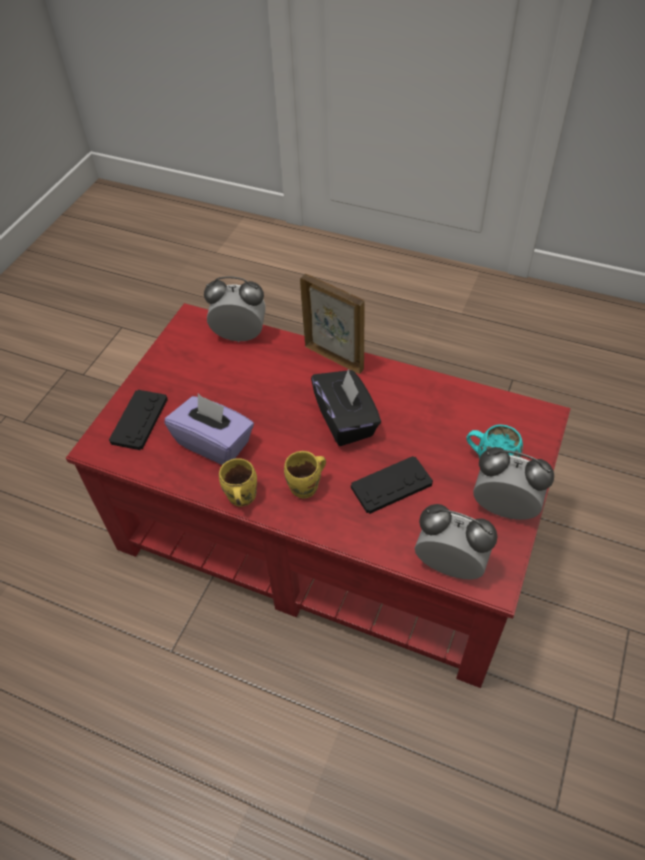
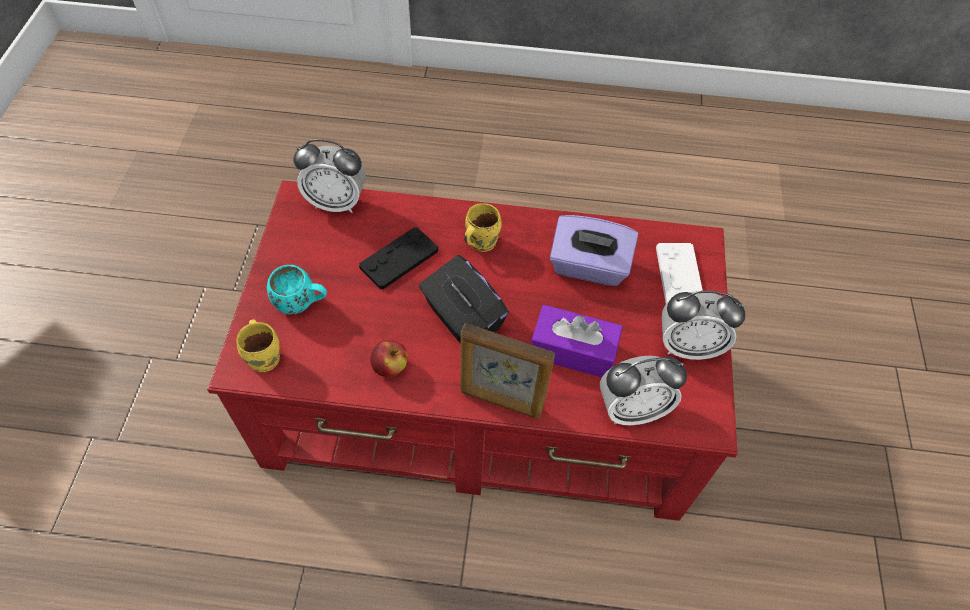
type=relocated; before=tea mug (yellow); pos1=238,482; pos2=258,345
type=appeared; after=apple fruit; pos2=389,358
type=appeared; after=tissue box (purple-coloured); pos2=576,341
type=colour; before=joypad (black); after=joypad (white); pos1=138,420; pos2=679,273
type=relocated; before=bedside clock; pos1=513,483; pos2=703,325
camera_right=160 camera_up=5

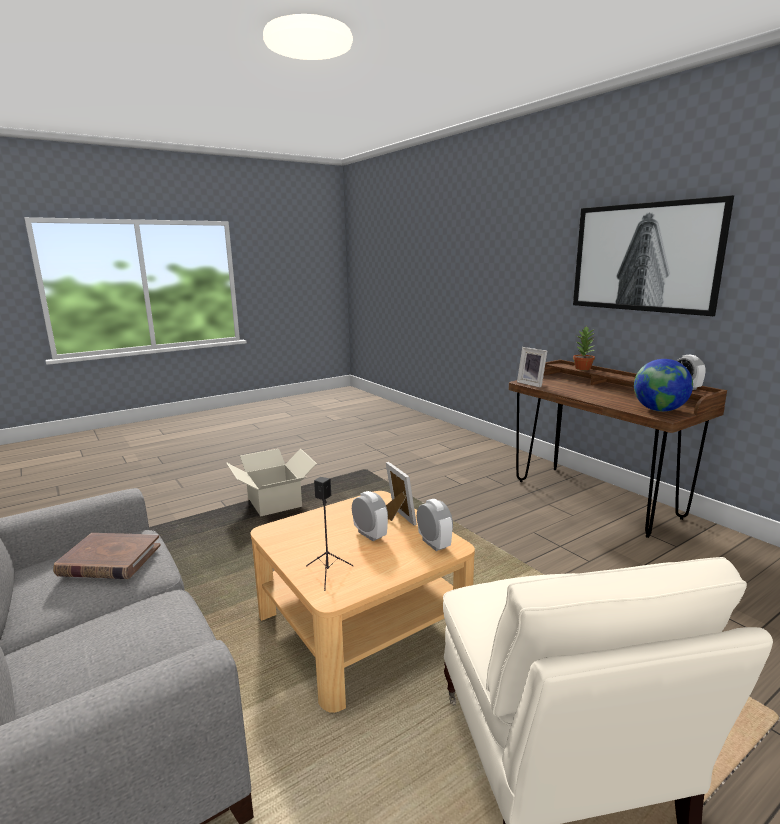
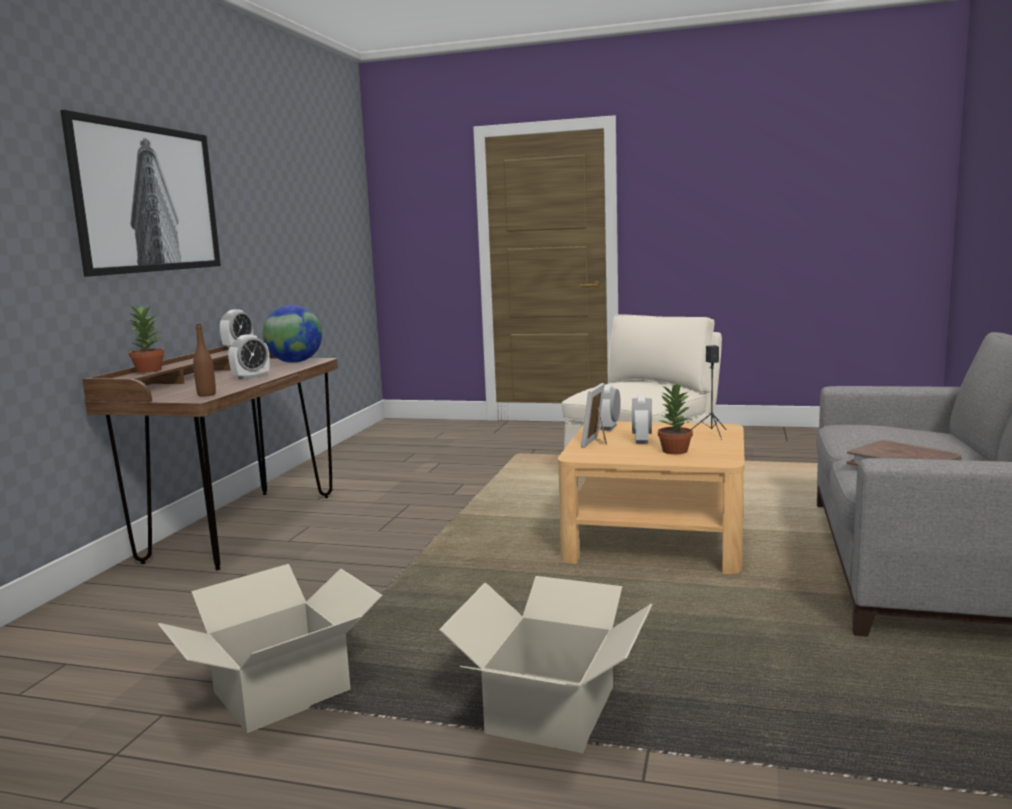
type=appeared; after=cardboard box; pos2=270,648
type=exchanged; before=picture frame; after=beverage bottle (brownish); pos1=532,367; pos2=204,360
type=appeared; after=bedside clock; pos2=249,357
type=appeared; after=plant in a pot; pos2=675,418
camera_right=-130 camera_up=-5

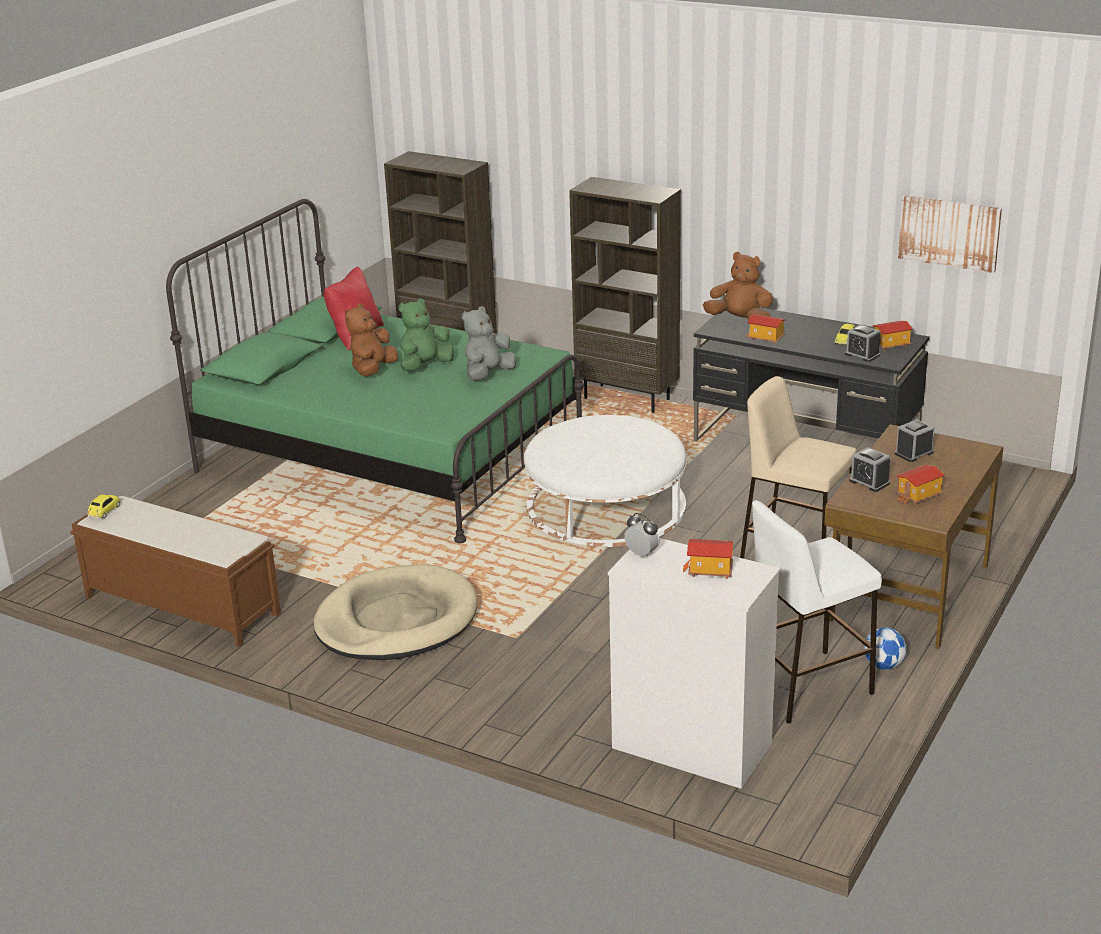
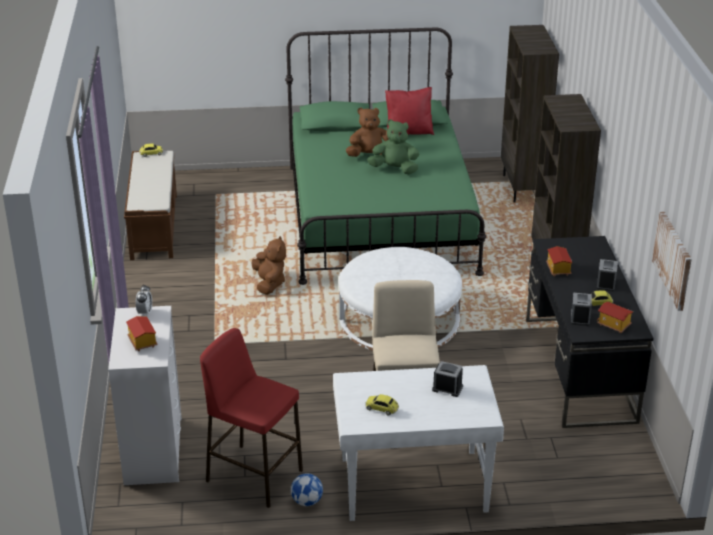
type=colour; before=stool (white); after=stool (red-coloured); pos1=817,612; pos2=251,418
type=relocated; before=plush toy (brownish); pos1=738,286; pos2=268,265
type=colour; before=desk table (brownish); after=desk table (white); pos1=913,536; pos2=418,443
type=exchanged; before=toy house; after=model car; pos1=920,485; pos2=382,405
type=relocated; before=bedside clock; pos1=869,469; pos2=607,275
type=missing; before=dog cushion (beige); pos1=396,612
type=missing; before=plush toy (greyish); pos1=489,343
camera_right=55 camera_up=5

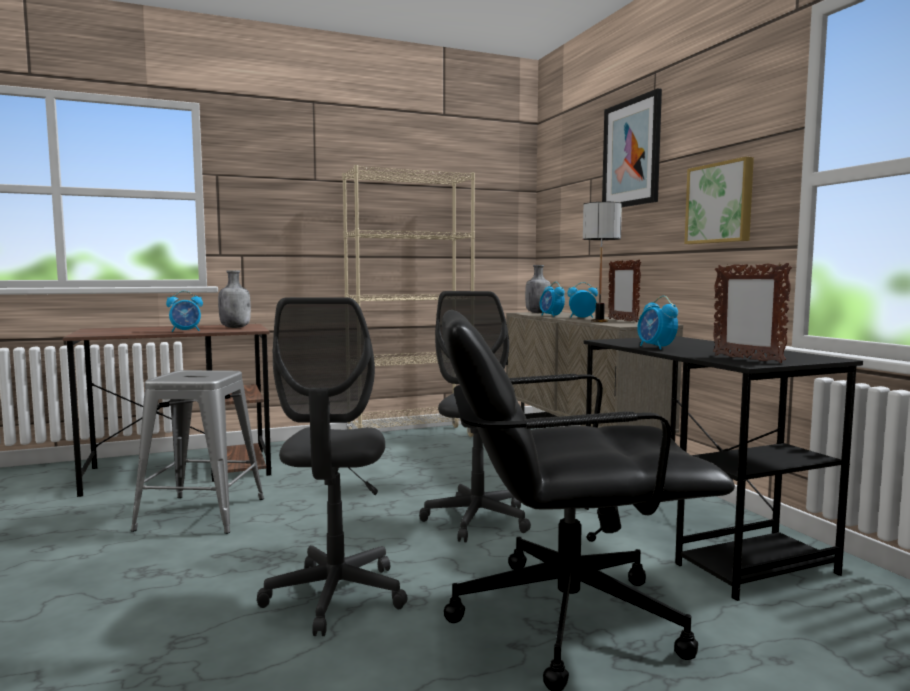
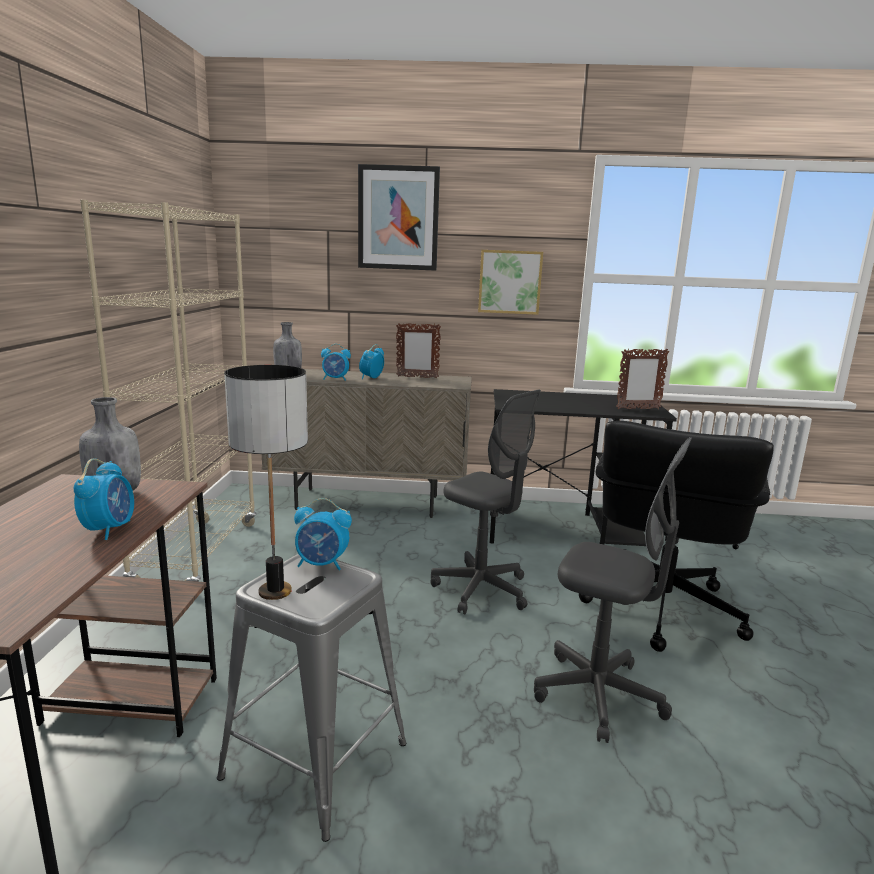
type=relocated; before=table lamp; pos1=602,262; pos2=266,482
type=relocated; before=bedside clock; pos1=657,323; pos2=323,534
camera_right=-65 camera_up=10

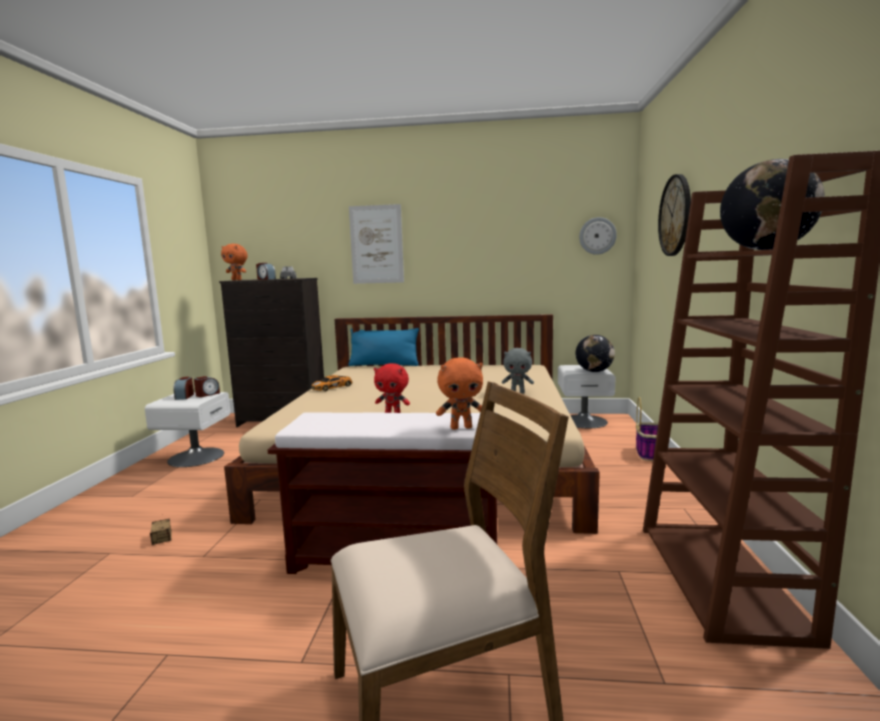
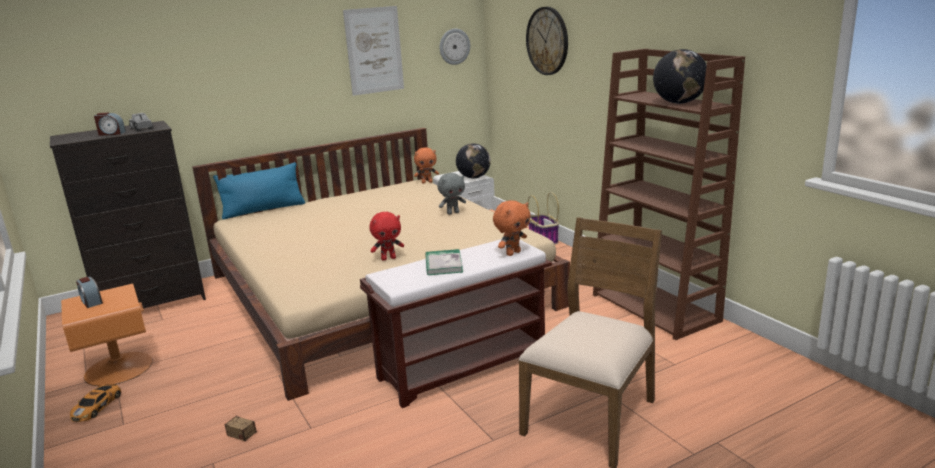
type=colour; before=night table (white); after=night table (orange-coloured); pos1=187,429; pos2=107,335
type=relocated; before=model car; pos1=332,383; pos2=95,403
type=relocated; before=wall art; pos1=376,244; pos2=373,51
type=relocated; before=plush toy (orange-coloured); pos1=234,262; pos2=426,165
type=appeared; after=volume; pos2=444,262
type=missing; before=bedside clock; pos1=207,386
camera_right=-35 camera_up=10

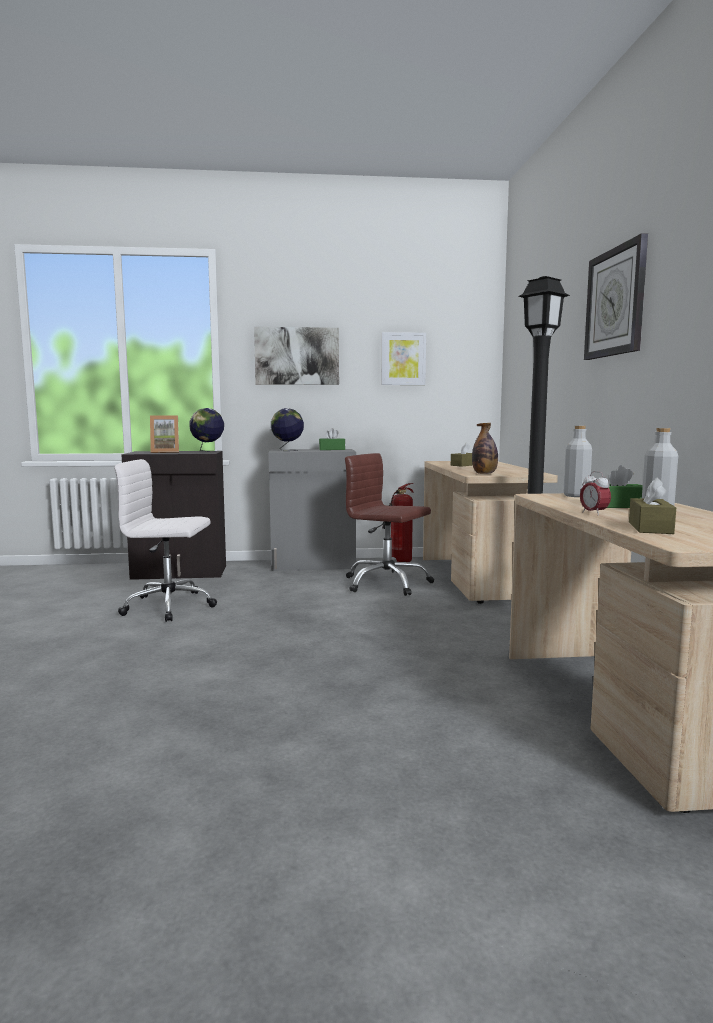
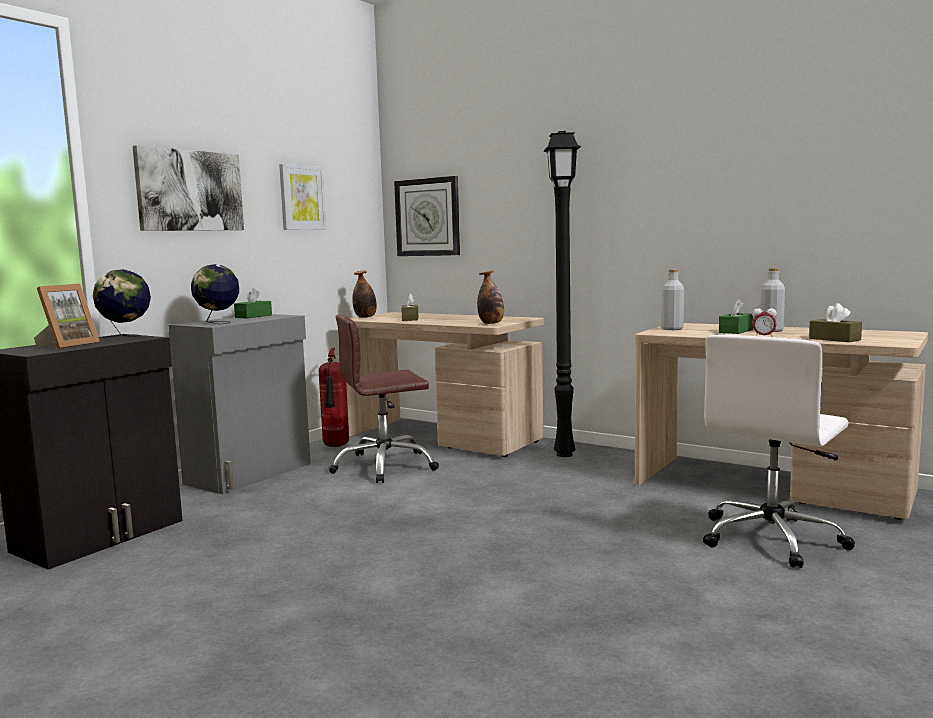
type=appeared; after=beverage bottle; pos2=364,294
type=relocated; before=wall clock; pos1=616,296; pos2=427,216
type=relocated; before=office chair (white); pos1=165,540; pos2=779,451
camera_right=-50 camera_up=0

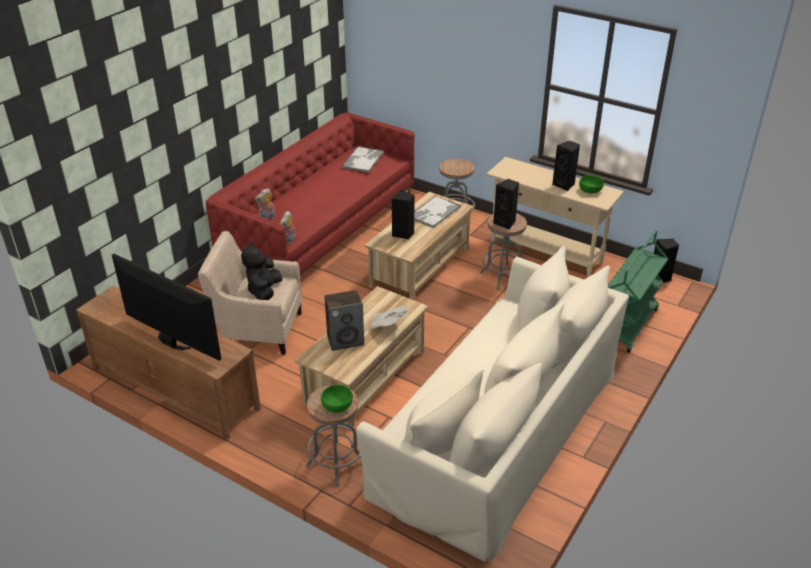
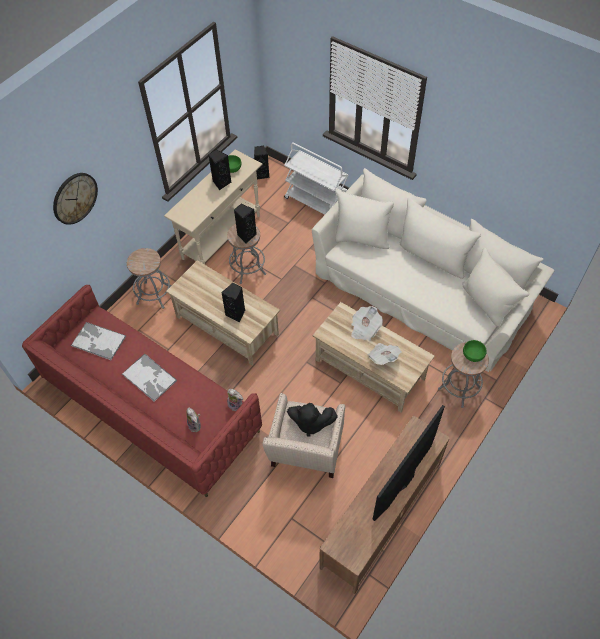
type=appeared; after=wall clock; pos2=75,199
type=relocated; before=serving tray; pos1=437,212; pos2=149,377
type=colour; before=wheeled cart (green); after=wheeled cart (white); pos1=638,292; pos2=316,178
type=exchanged; before=audio speaker; after=daily paper; pos1=344,320; pos2=385,354
camera_right=-85 camera_up=20

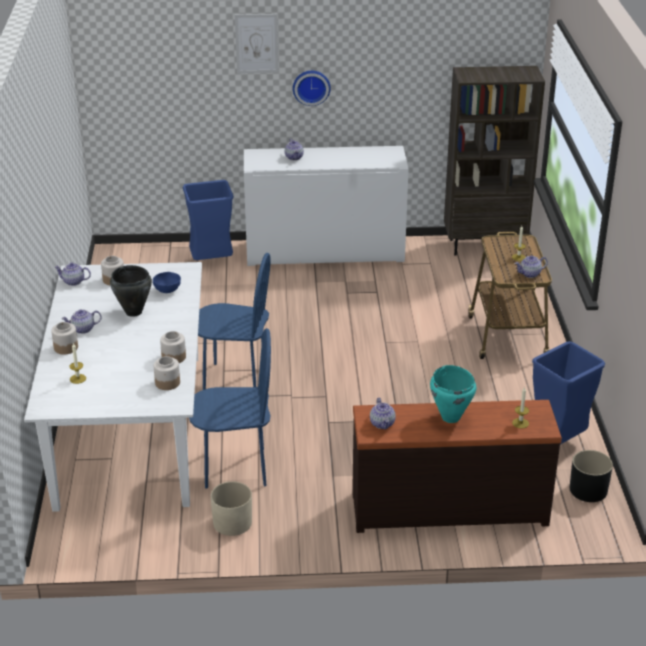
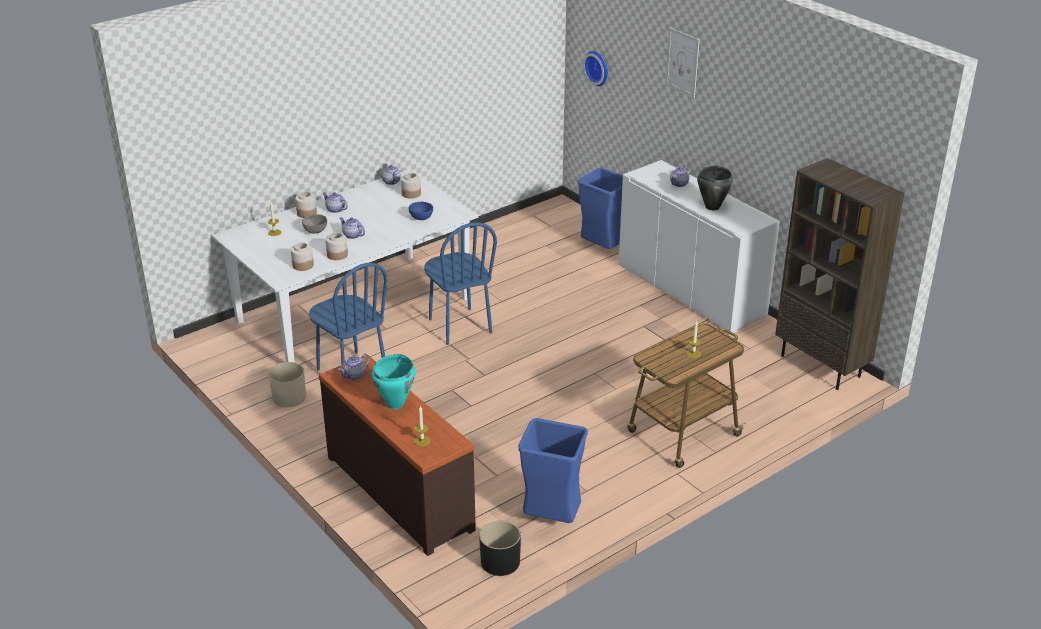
type=appeared; after=deep dish (greyish); pos2=314,224
type=relocated; before=teapot; pos1=531,266; pos2=352,228
type=relocated; before=wall clock; pos1=312,88; pos2=595,68
type=relocated; before=stockpot (black); pos1=131,291; pos2=715,188
camera_right=55 camera_up=0

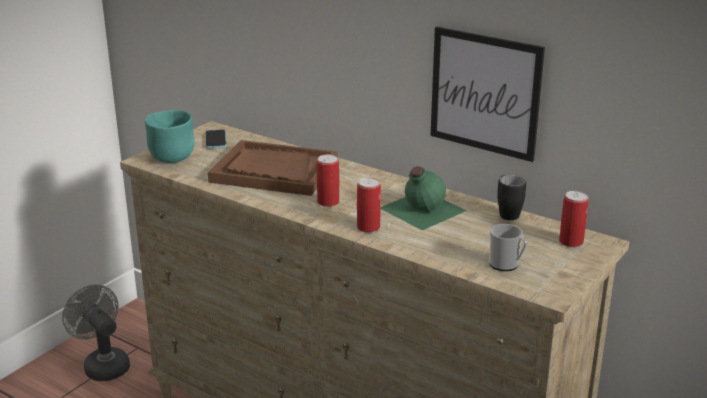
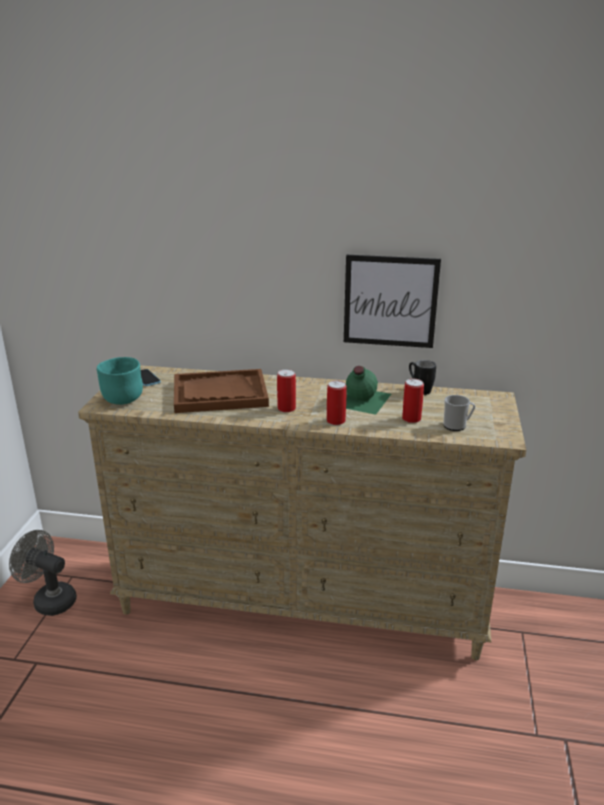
type=relocated; before=sealed can; pos1=574,219; pos2=413,401
camera_right=-25 camera_up=0

